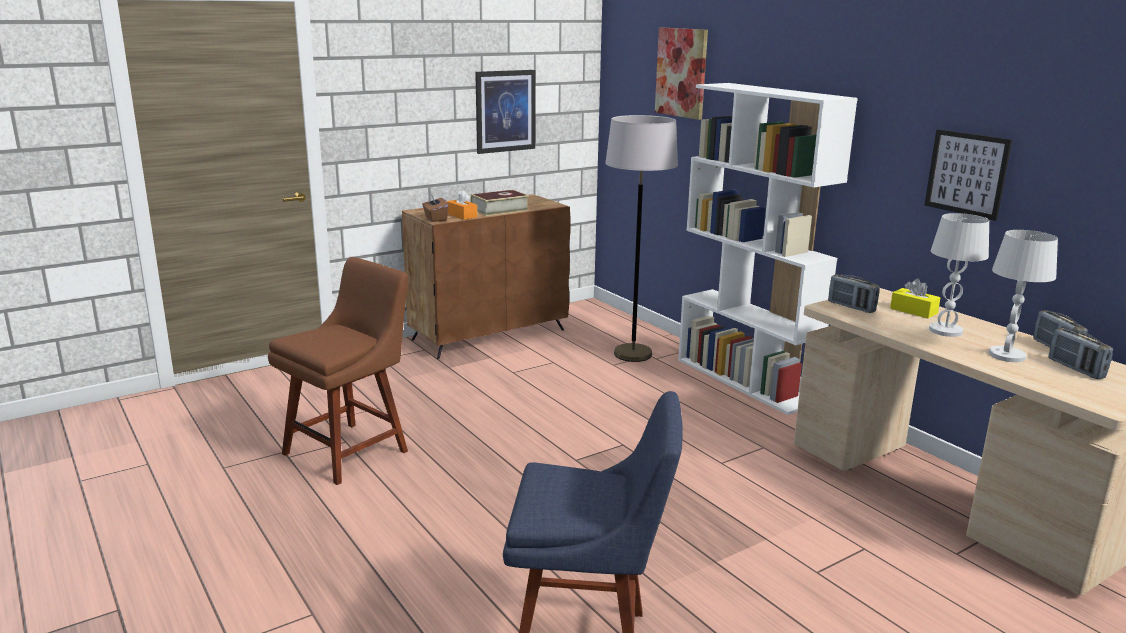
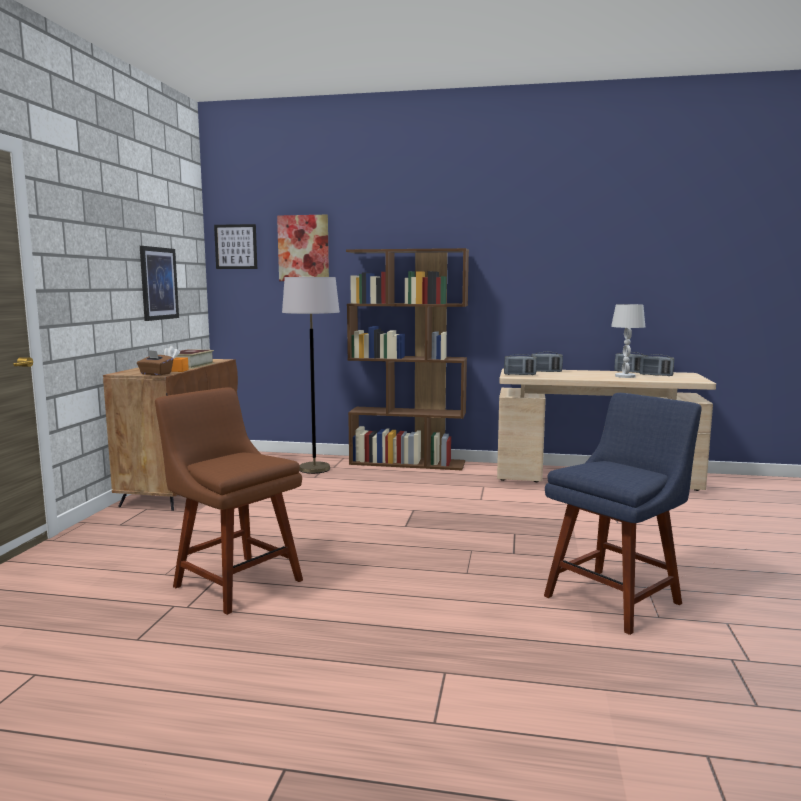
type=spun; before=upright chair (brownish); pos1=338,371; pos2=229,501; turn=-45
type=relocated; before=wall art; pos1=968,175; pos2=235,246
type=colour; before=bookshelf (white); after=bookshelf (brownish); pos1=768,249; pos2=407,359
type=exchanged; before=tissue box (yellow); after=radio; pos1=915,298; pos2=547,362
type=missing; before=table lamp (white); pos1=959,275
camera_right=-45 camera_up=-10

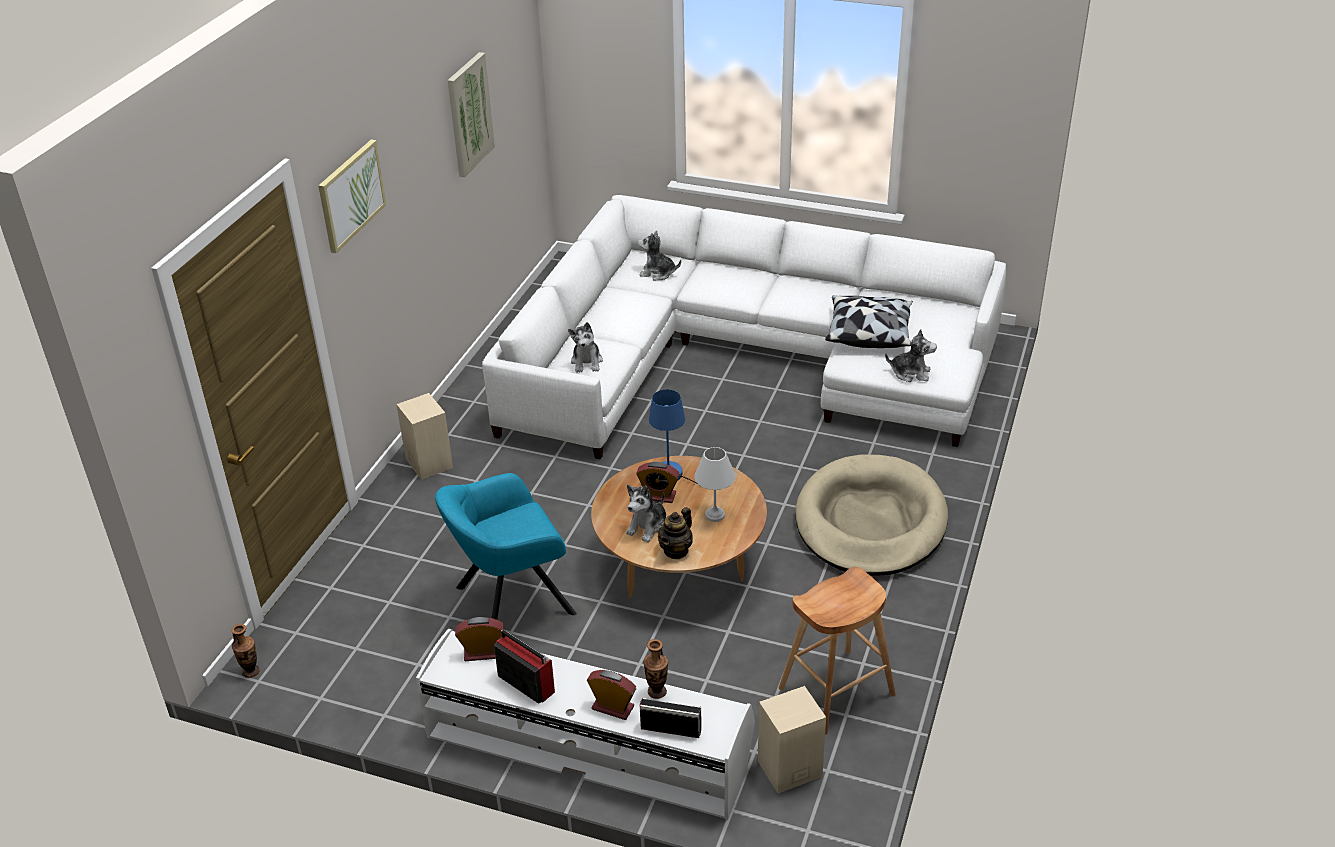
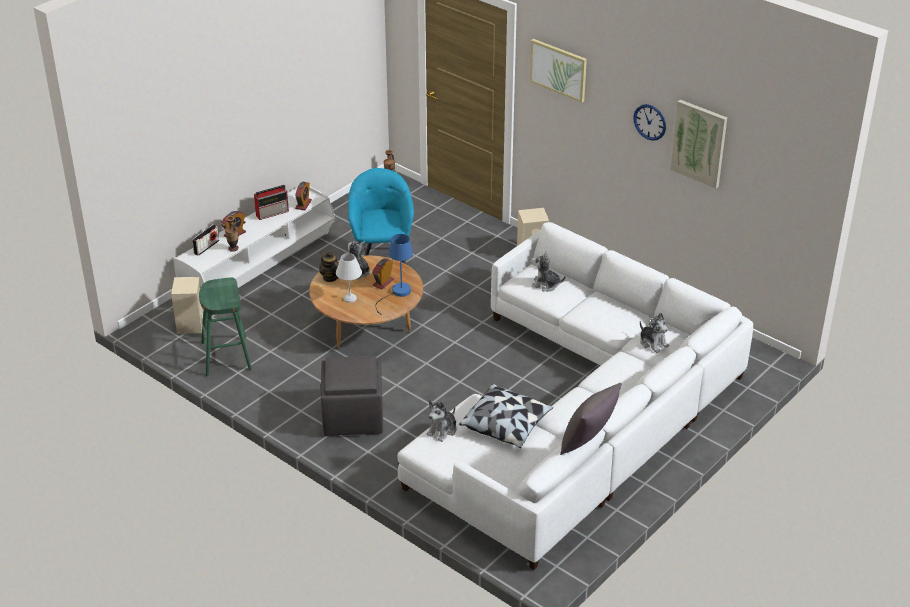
type=colour; before=stool (brownish); after=stool (green); pos1=837,651; pos2=225,327
type=exchanged; before=dog cushion (beige); after=footrest (greyish); pos1=871,515; pos2=352,396
type=appeared; after=pillow (greyish); pos2=591,419
type=appeared; after=wall clock; pos2=649,122
type=spun; before=plush toy; pos1=659,255; pos2=654,333; turn=105
camera_right=110 camera_up=0

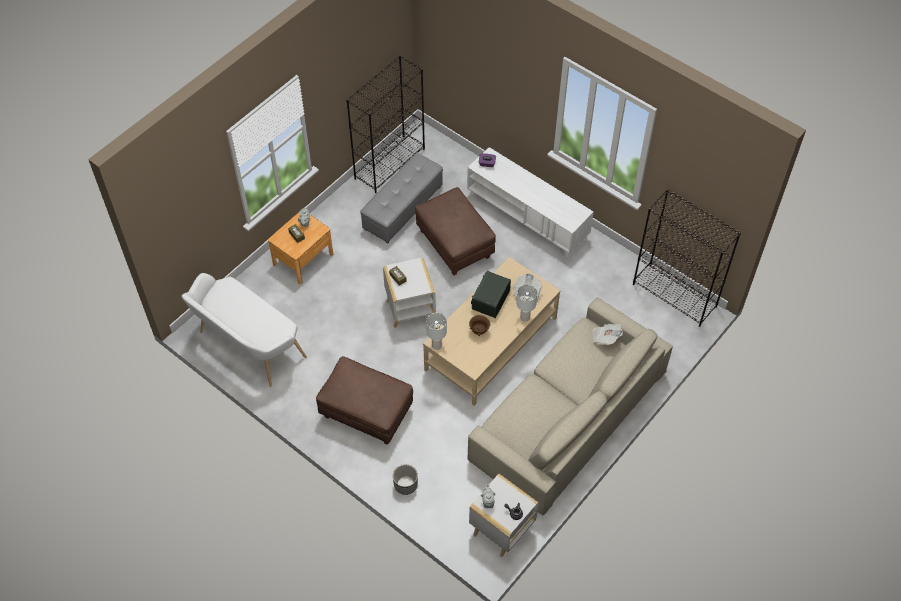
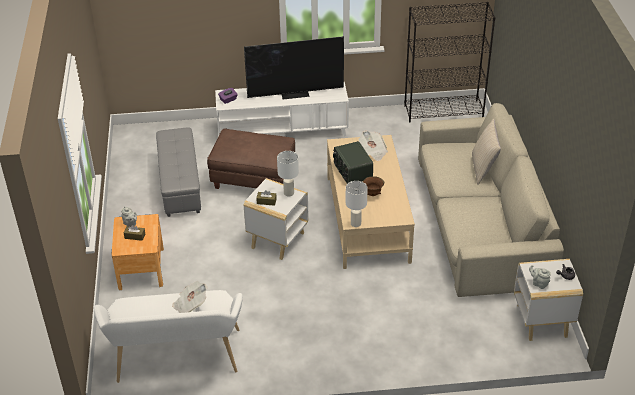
type=relocated; before=daily paper; pos1=608,334; pos2=189,297
type=appeared; after=TV set; pos2=294,67
type=relocated; before=table lamp (white); pos1=526,303; pos2=288,173
type=appeared; after=pillow (beige); pos2=486,151
type=missing; before=footrest (brownish); pos1=364,400
type=missing; before=bookshelf (black); pos1=385,124
type=missing; before=plant pot; pos1=405,479
camera_right=-45 camera_up=-15

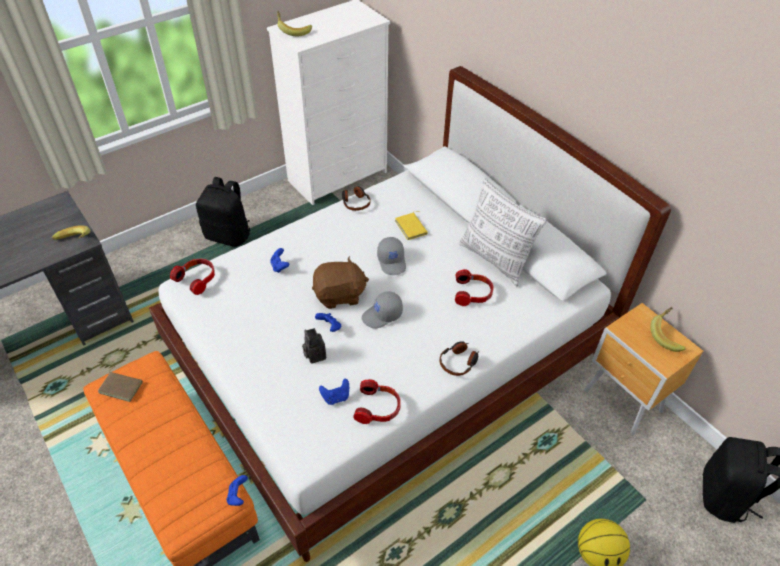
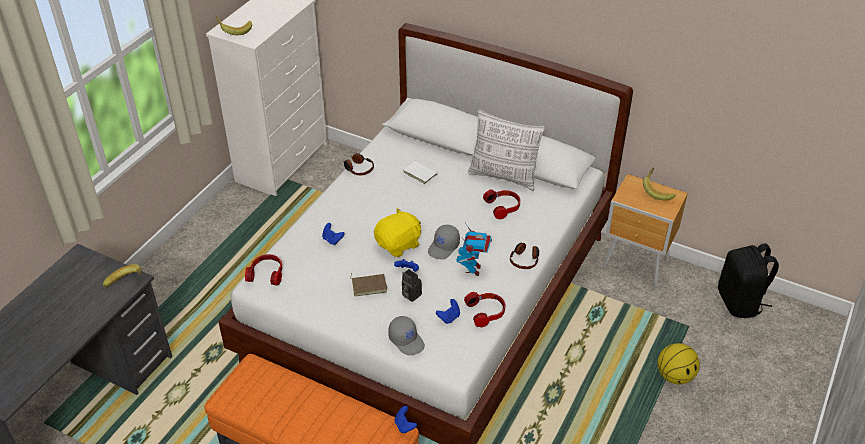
type=relocated; before=volume (brownish); pos1=120,384; pos2=368,284
type=colour; before=plush toy (brownish); after=plush toy (yellow); pos1=340,282; pos2=397,232
type=relocated; before=cap (greyish); pos1=391,256; pos2=406,335
type=colour; before=volume (yellow); after=volume (white); pos1=411,225; pos2=420,171
type=appeared; after=robot figure; pos2=474,250
type=missing; before=knapsack (black); pos1=223,212
camera_right=-25 camera_up=-5

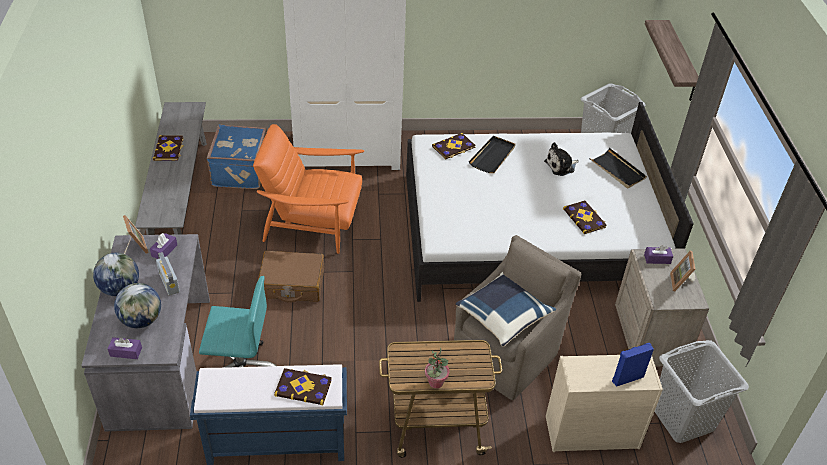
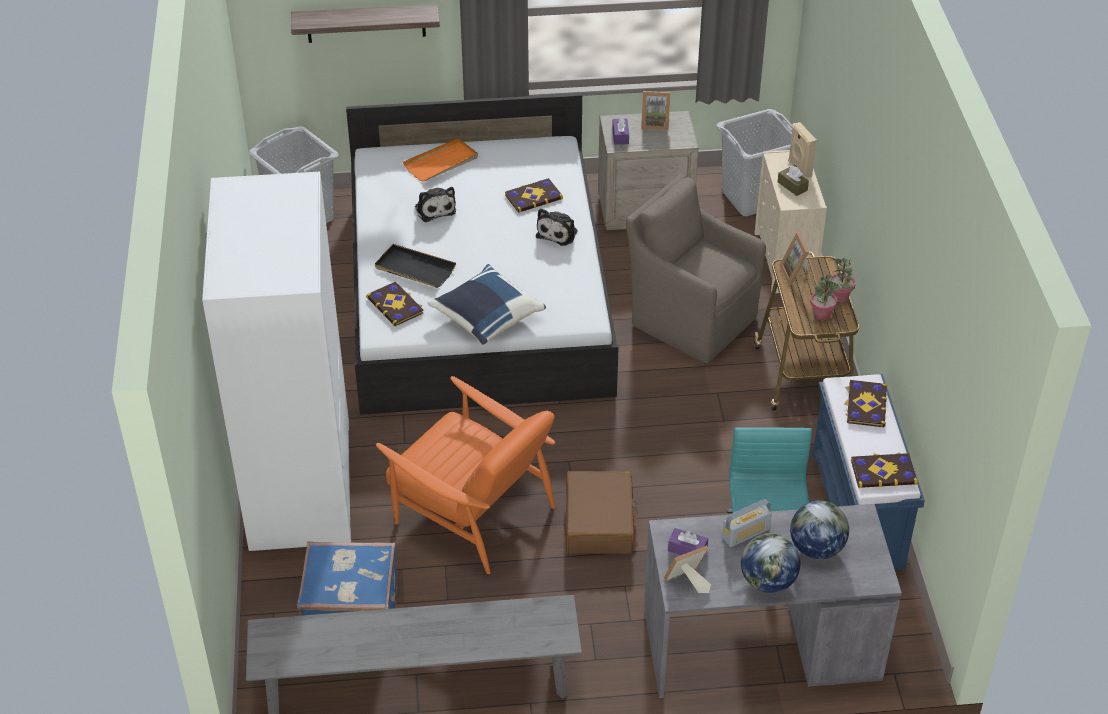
type=spun; before=lounge chair (orange-coloured); pos1=308,189; pos2=465,475; turn=-60
type=colour; before=serving tray (black); after=serving tray (orange-coloured); pos1=618,168; pos2=440,160
type=relocated; before=pillow (bluish); pos1=506,309; pos2=487,304
type=appeared; after=plush toy; pos2=557,227
type=appeared; after=tissue box (brownish); pos2=793,181
type=appeared; after=picture frame; pos2=794,259
type=colour; before=audio speaker (bluish); after=audio speaker (beige); pos1=633,365; pos2=802,150
type=appeared; after=plant in a pot; pos2=825,297
type=relocated; before=volume; pos1=168,148; pos2=884,470
type=missing; before=tissue box (purple-coloured); pos1=125,348
camera_right=-90 camera_up=0

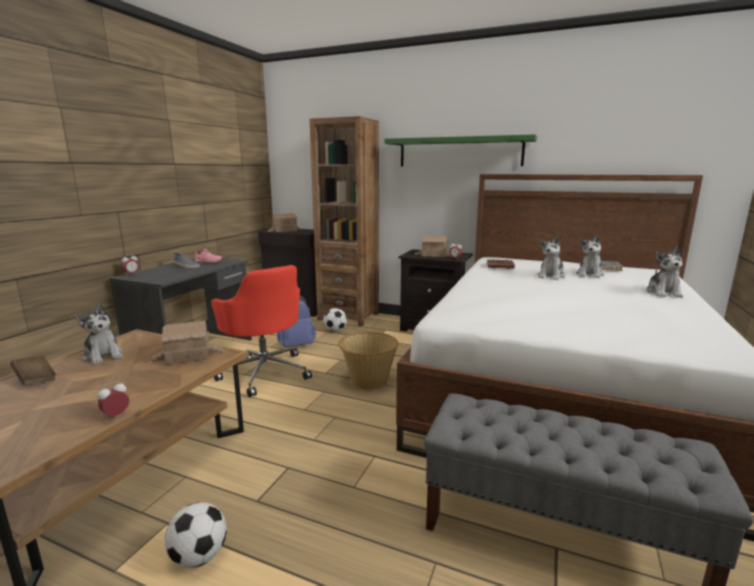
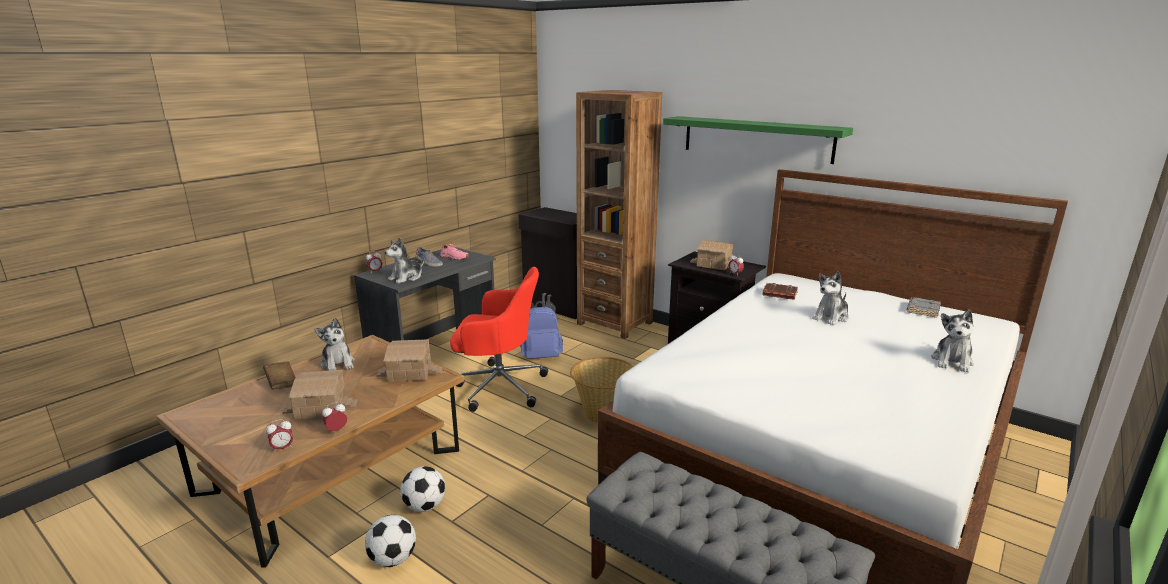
type=appeared; after=bedside clock; pos2=279,436
type=relocated; before=toy house; pos1=284,222; pos2=320,395
type=relocated; before=plush toy; pos1=590,256; pos2=404,260
type=relocated; before=ball for football; pos1=335,320; pos2=422,489
type=spun; before=office chair (red-coloured); pos1=261,331; pos2=499,339; turn=-60
camera_right=15 camera_up=5

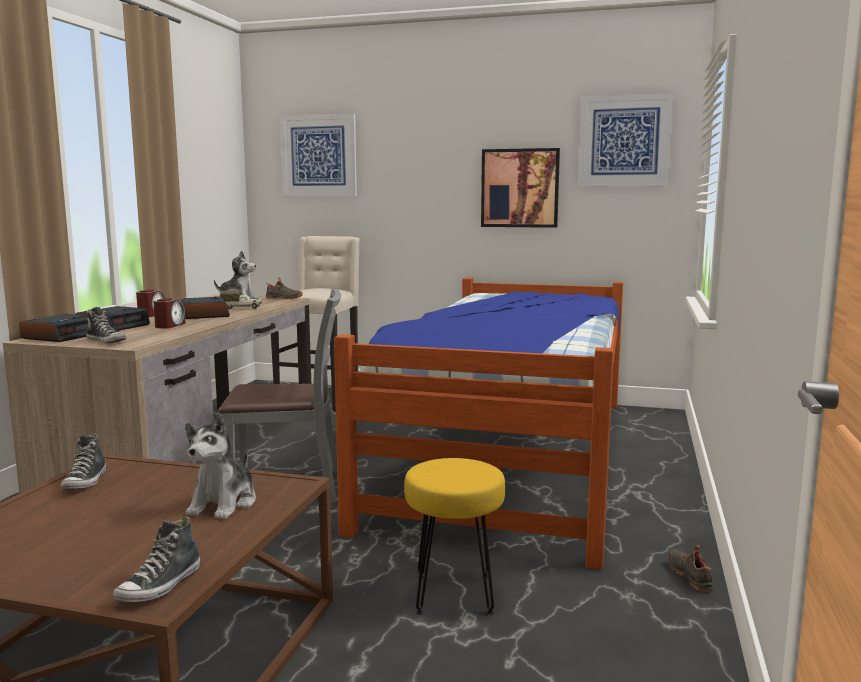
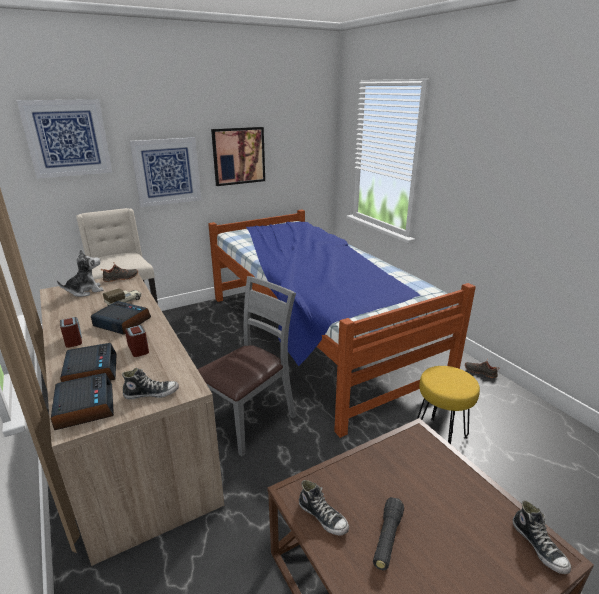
type=relocated; before=wall art; pos1=626,140; pos2=165,172
type=appeared; after=flashlight (black); pos2=388,533
type=missing; before=plush toy; pos1=220,466
camera_right=-45 camera_up=15

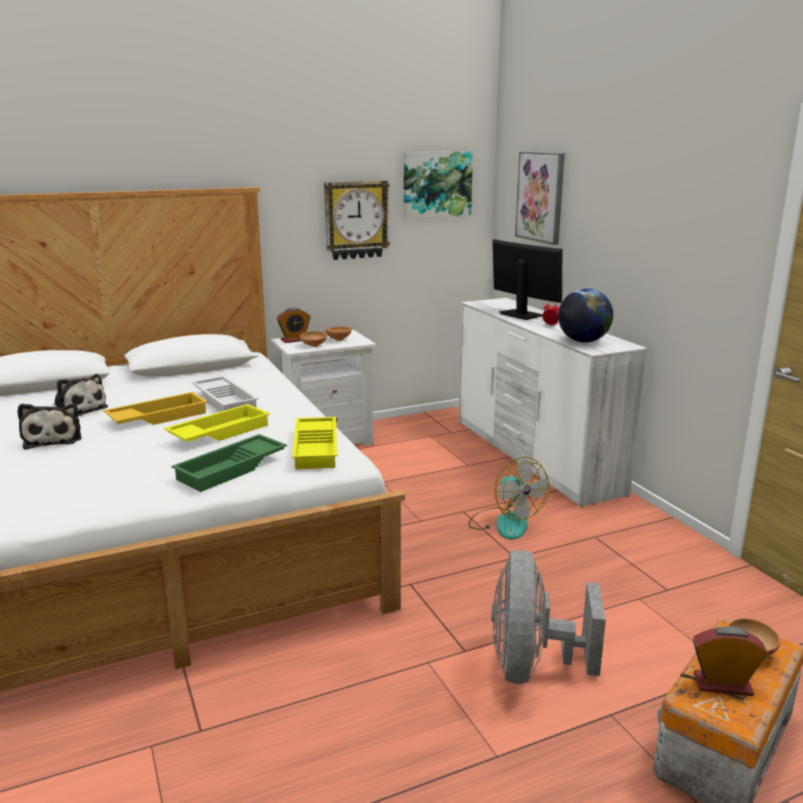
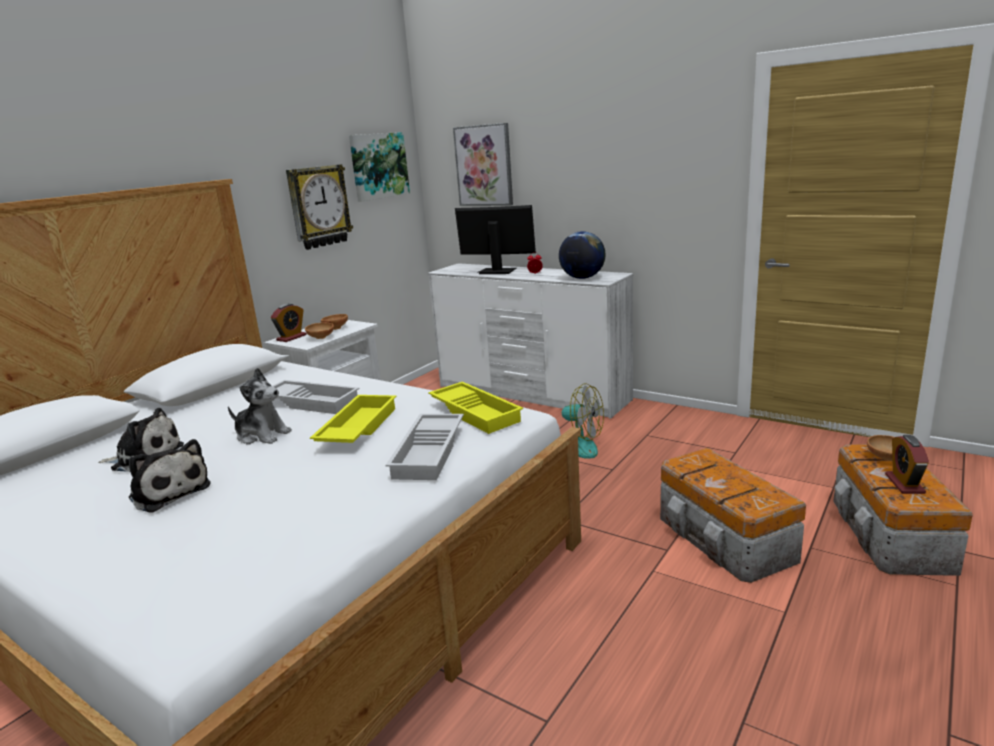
type=exchanged; before=serving tray (yellow); after=plush toy; pos1=156,408; pos2=260,406
type=colour; before=serving tray (green); after=serving tray (white); pos1=229,463; pos2=425,447
type=exchanged; before=fan (greyish); after=storage box; pos1=548,617; pos2=733,515
type=spun; before=bedside clock; pos1=730,661; pos2=907,464; turn=-60
camera_right=-30 camera_up=0

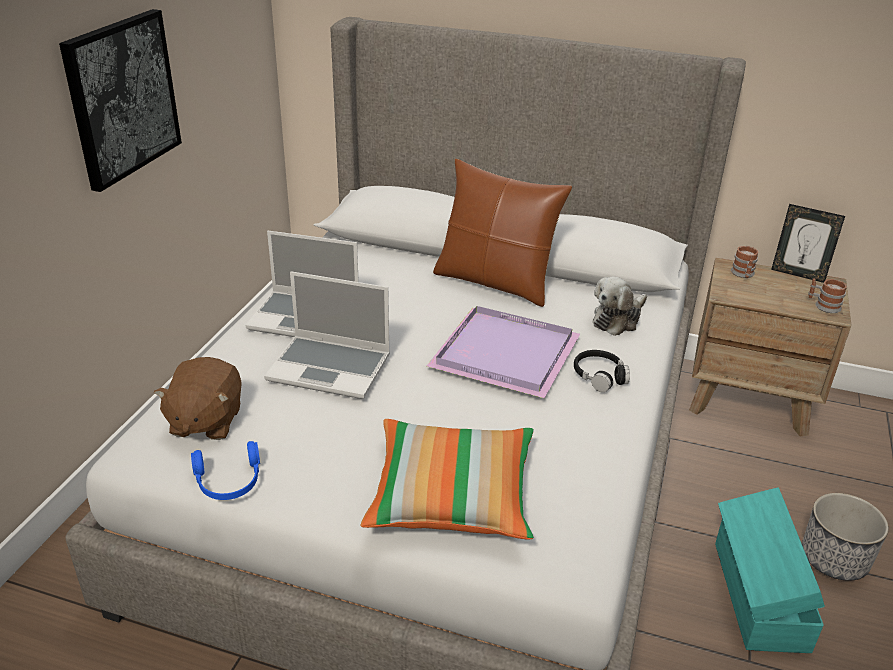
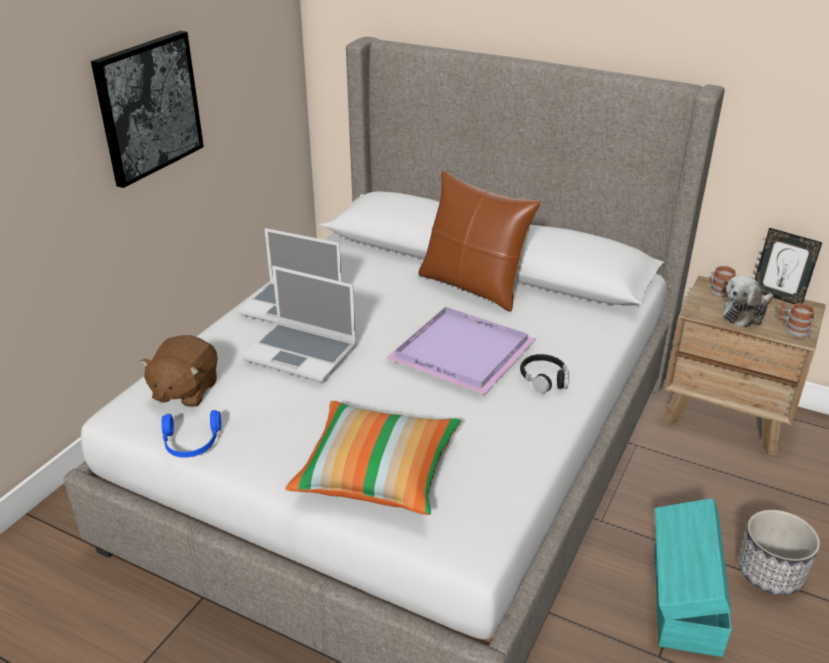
type=relocated; before=plush toy; pos1=620,306; pos2=747,302
camera_right=10 camera_up=0

